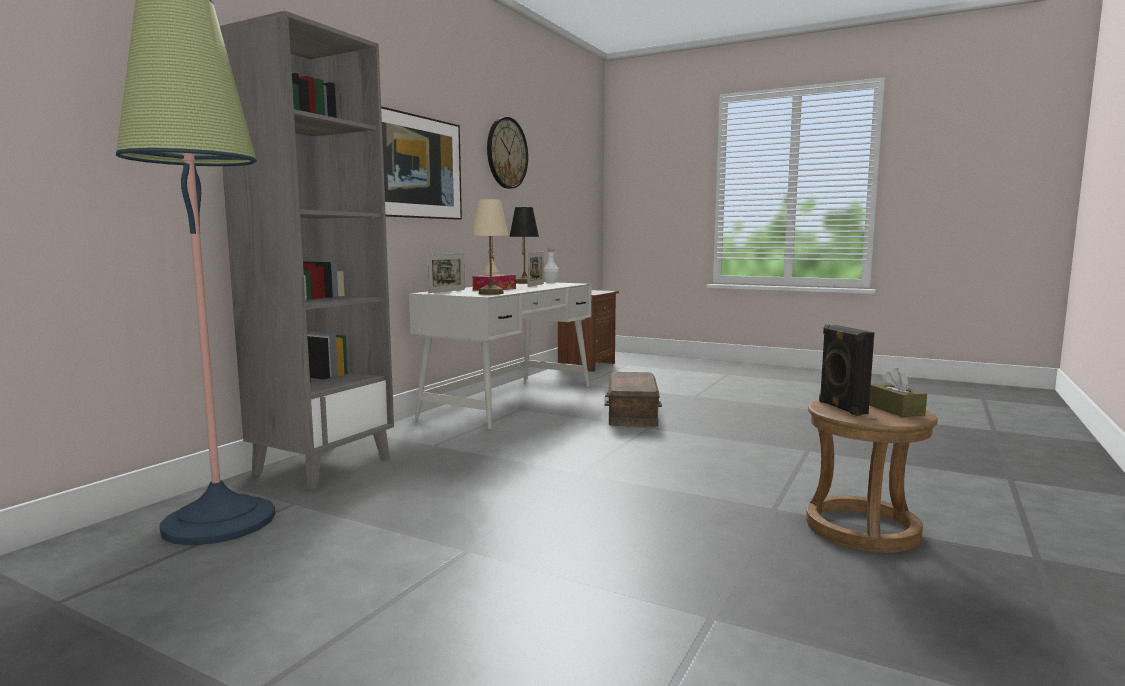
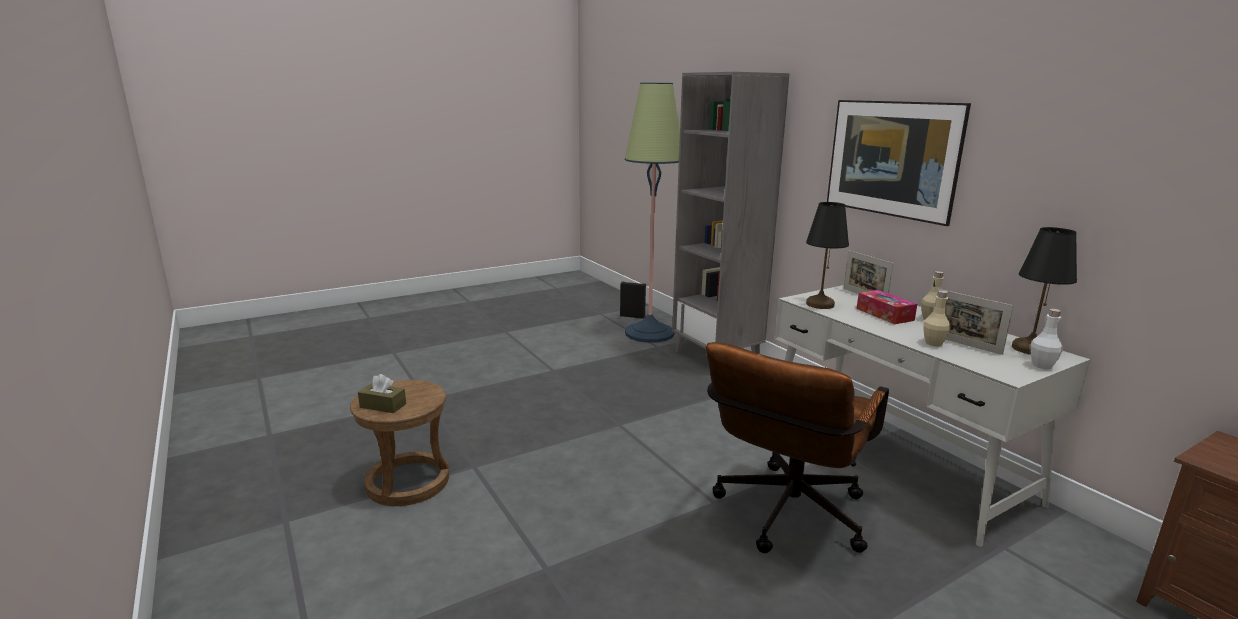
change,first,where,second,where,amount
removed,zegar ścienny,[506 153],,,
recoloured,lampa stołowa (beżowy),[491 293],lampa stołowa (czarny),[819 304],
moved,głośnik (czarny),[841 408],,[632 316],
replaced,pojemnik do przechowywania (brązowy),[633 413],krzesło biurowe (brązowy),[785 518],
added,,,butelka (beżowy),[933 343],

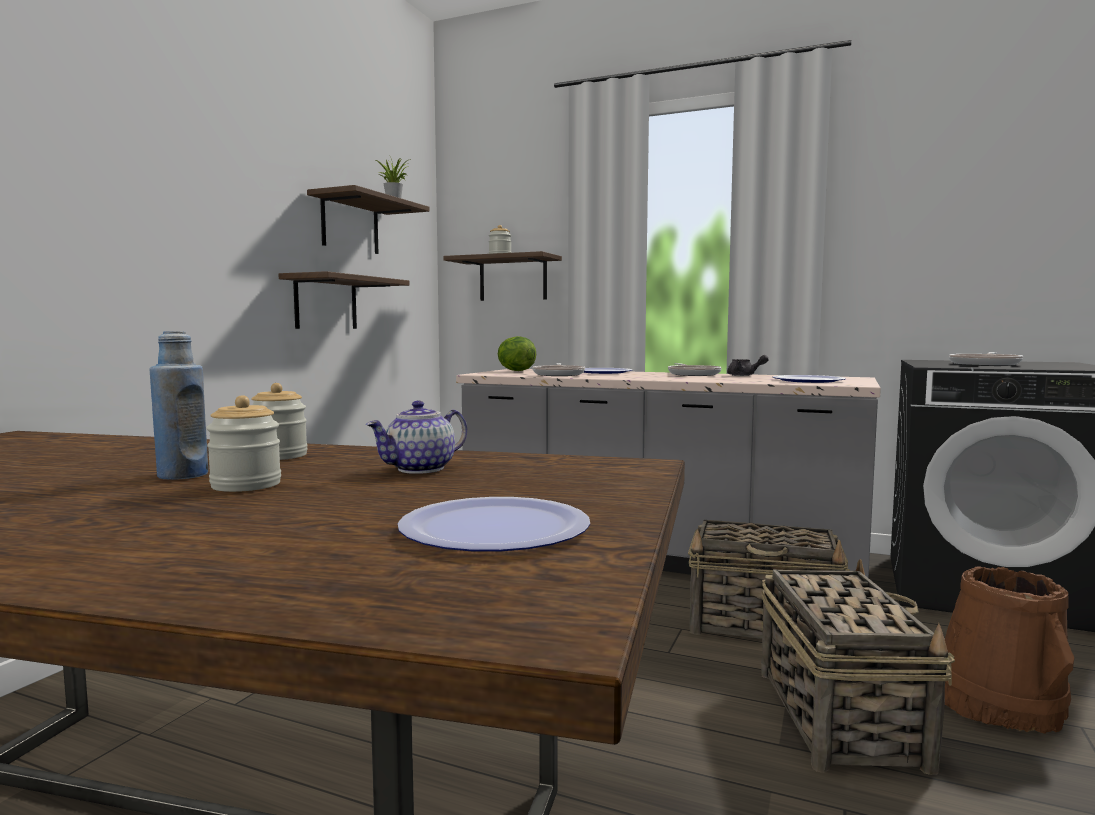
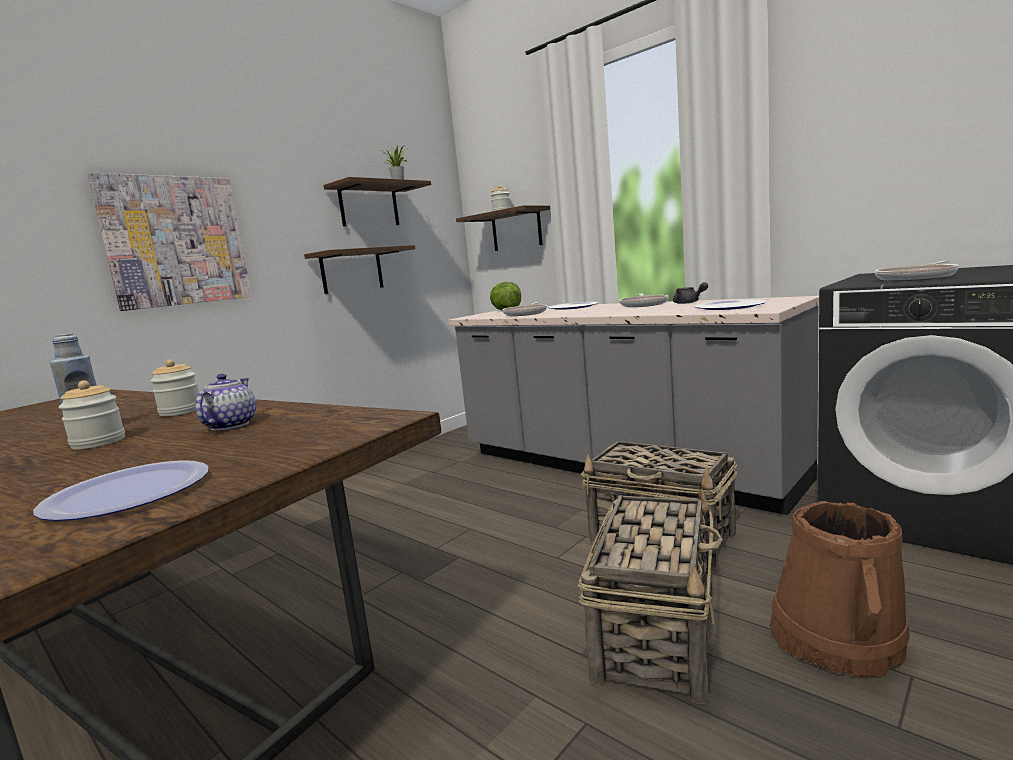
change,first,where,second,where,amount
turned,imbryk,[420 469],,[229 425],120 degrees clockwise
added,,,obraz,[176 241],

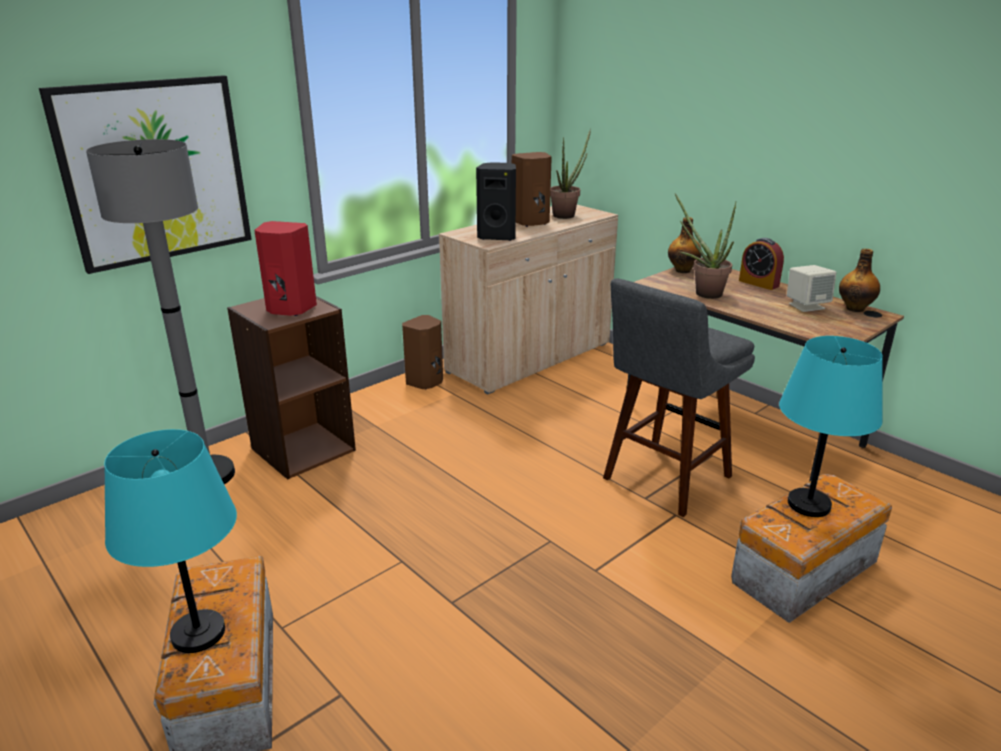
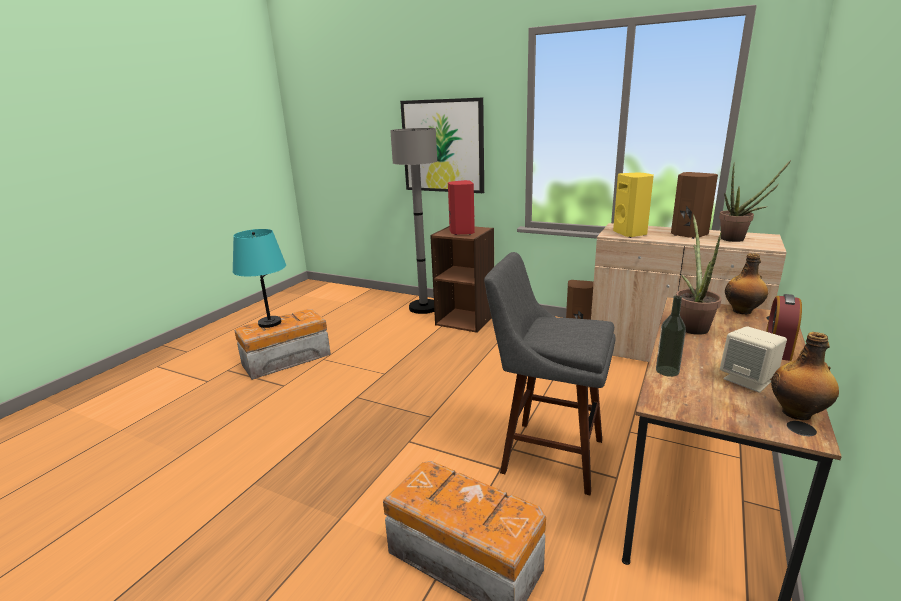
change,first,where,second,where,amount
recoloured,głośnik (czarny),[498 237],głośnik (żółty),[631 233],
removed,lampa stołowa (turkusowy),[809 505],,,
added,,,butelka,[667 371],

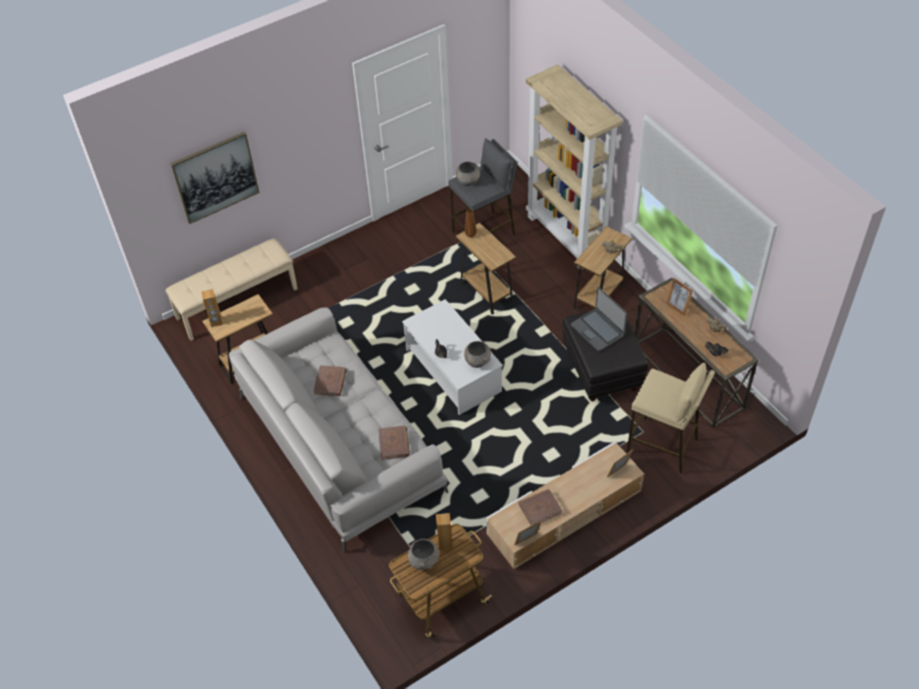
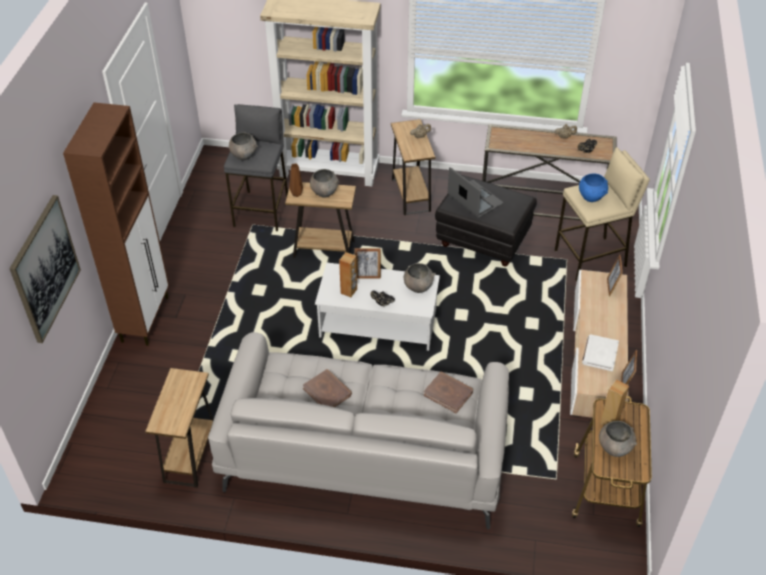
change,first,where,second,where,amount
removed,ławka (beżowy),[237 303],,,
moved,ramka na zdjęcie,[677 307],,[367 275],
turned,laptop,[597 330],,[474 200],135 degrees counterclockwise
moved,głośnik (brązowy),[216 322],,[349 291],
recoloured,książka (brązowy),[540 508],książka (biały),[599 354],
added,,,szafka (brązowy),[146 318],
added,,,miska (szary),[324 192],
added,,,miska (niebieski),[591 197],

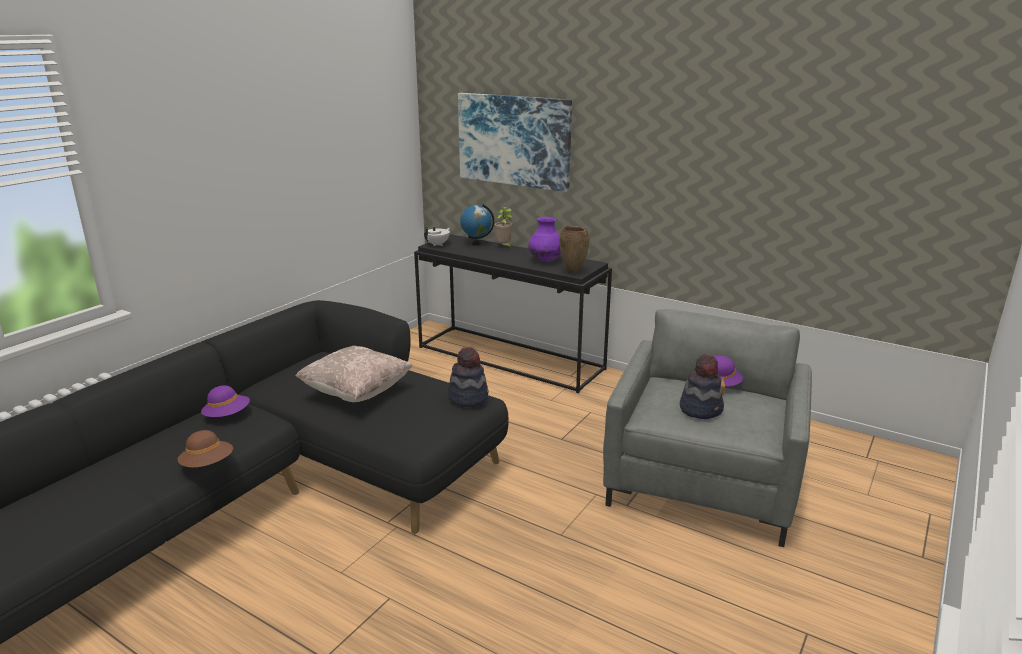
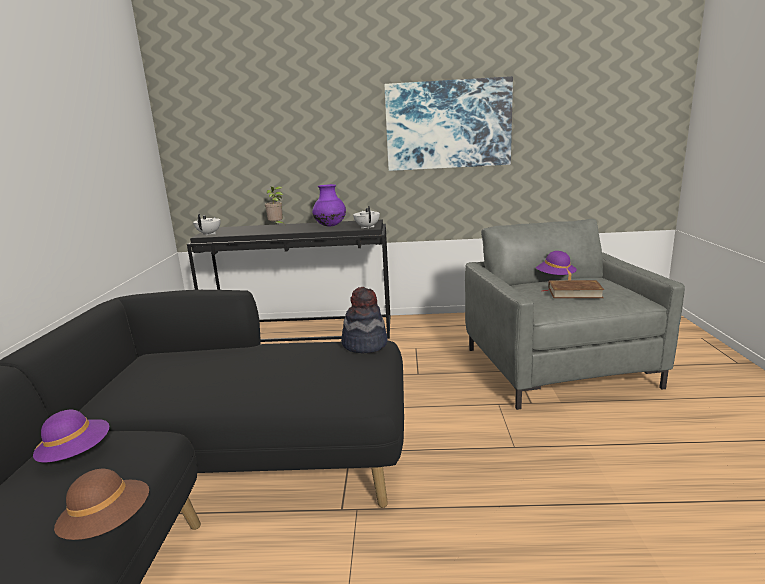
change,first,where,second,where,amount
moved,obraz,[514 140],,[448 125],
removed,globus,[476 243],,,
replaced,wazon (brązowy),[573 272],imbryk (biały),[367 227],
removed,poduszka (beżowy),[356 393],,,
replaced,kapelusz,[701 409],książka (brązowy),[574 293],

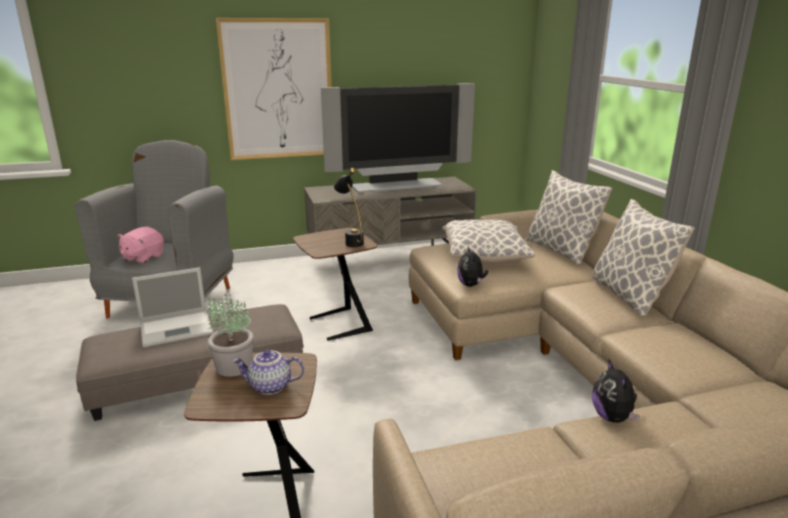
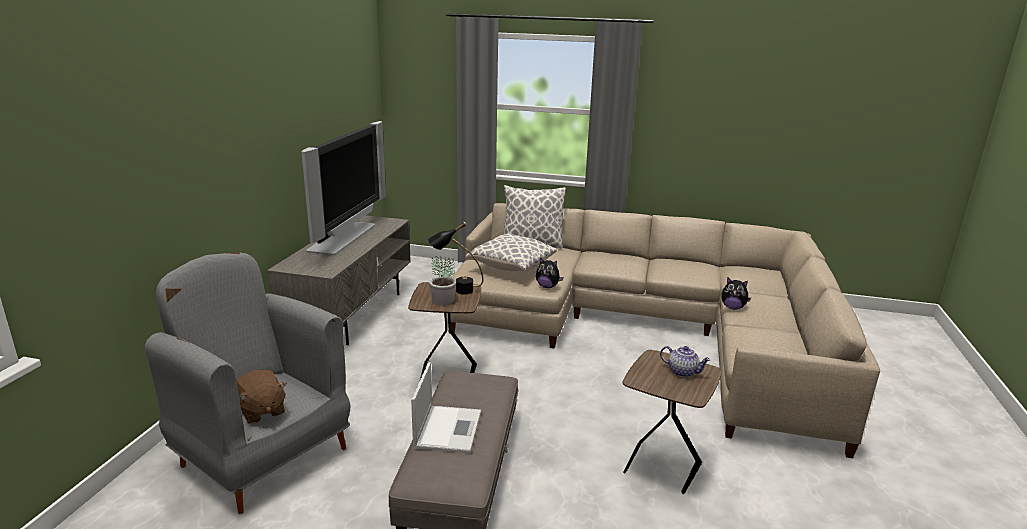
change,first,where,second,where,amount
removed,obraz,[278 90],,,
removed,poduszka,[629 295],,,
recoloured,pluszak (różowy),[142 258],pluszak (brązowy),[261 411],
moved,roślina doniczkowa,[233 367],,[443 300],
turned,imbryk,[269 387],,[683 372],90 degrees counterclockwise

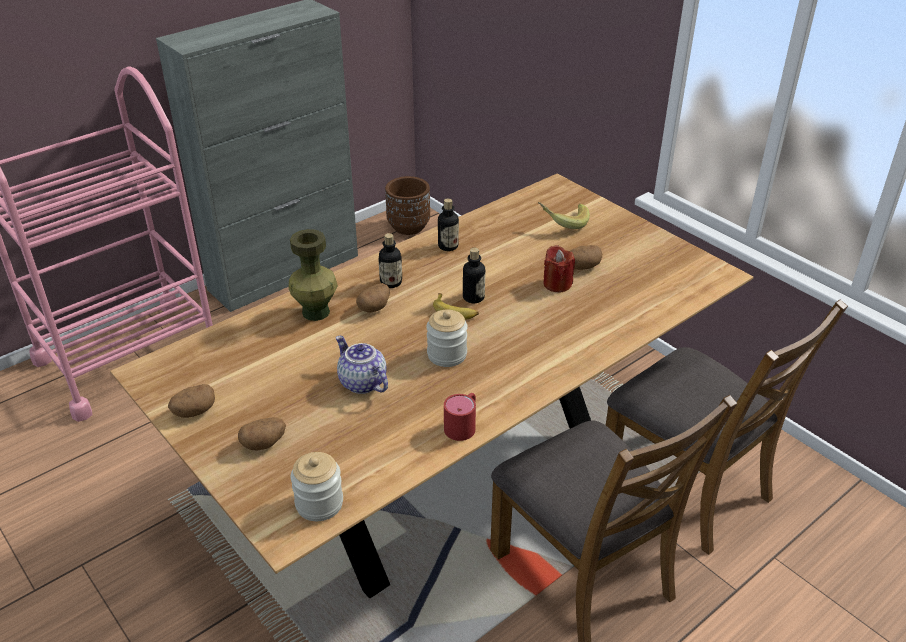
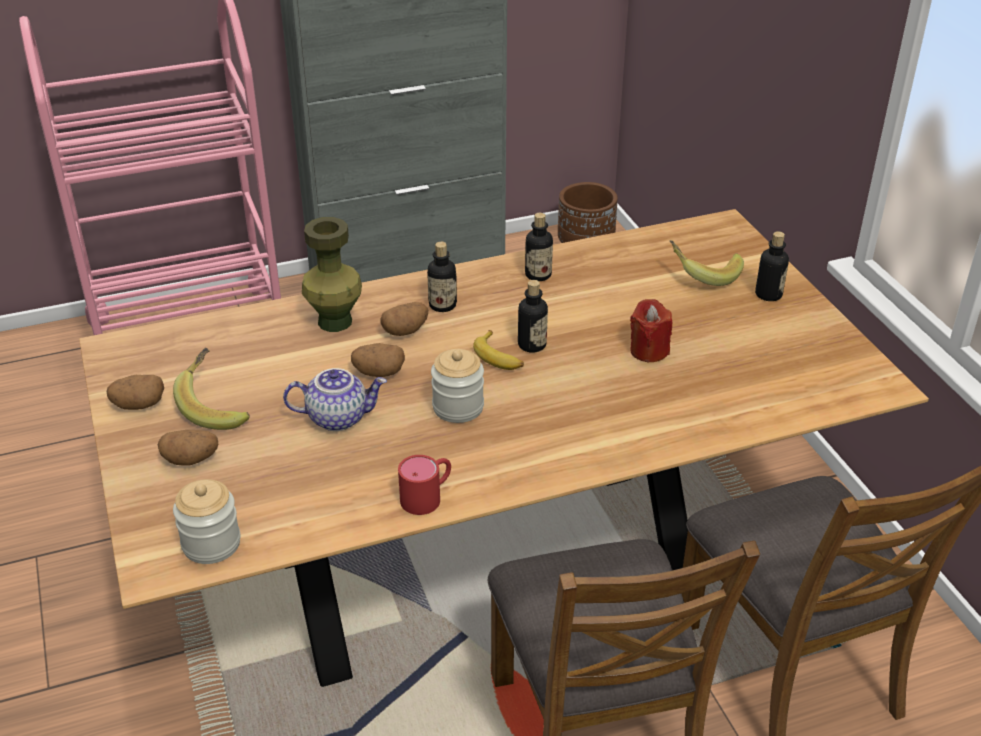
change,first,where,second,where,amount
moved,ziemniak,[582 267],,[378 372],
turned,imbryk,[361 383],,[338 417],105 degrees clockwise
added,,,butelka,[768 294],
added,,,banan,[217 406],

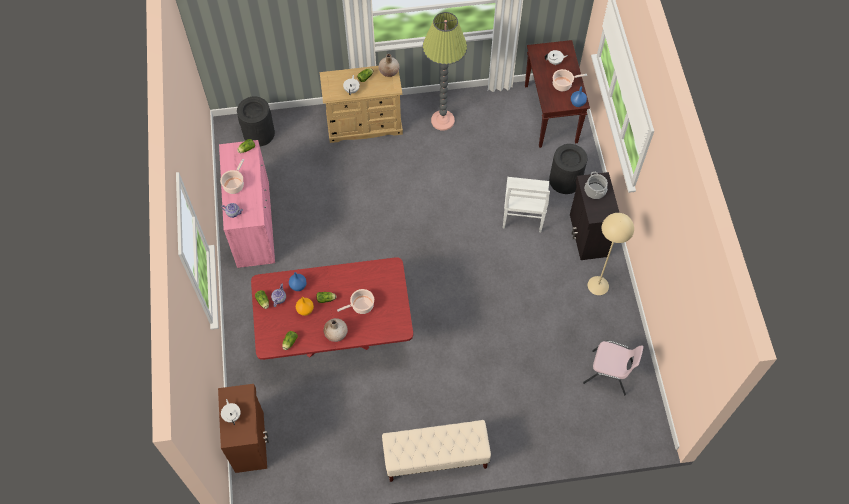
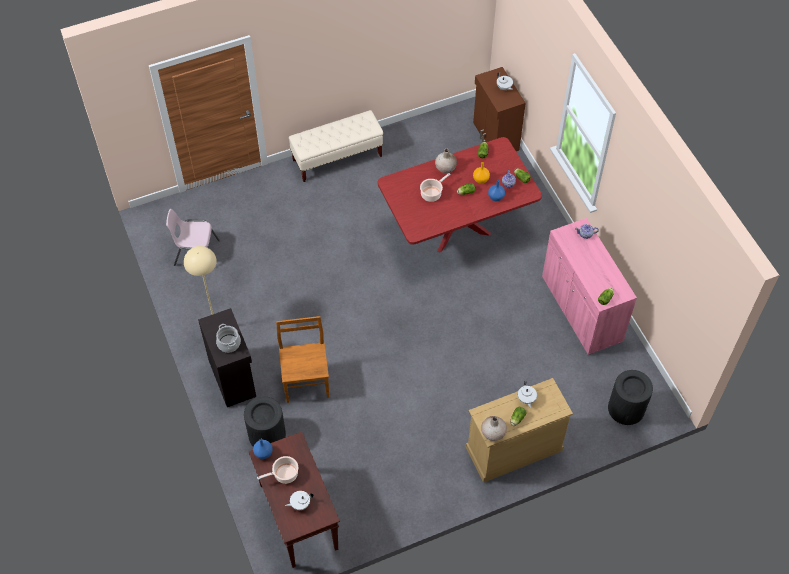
change,first,where,second,where,amount
removed,lampa stojąca,[442 120],,,
removed,garnek,[234 184],,,
recoloured,krzesło (biały),[523 217],krzesło (brązowy),[306 382],

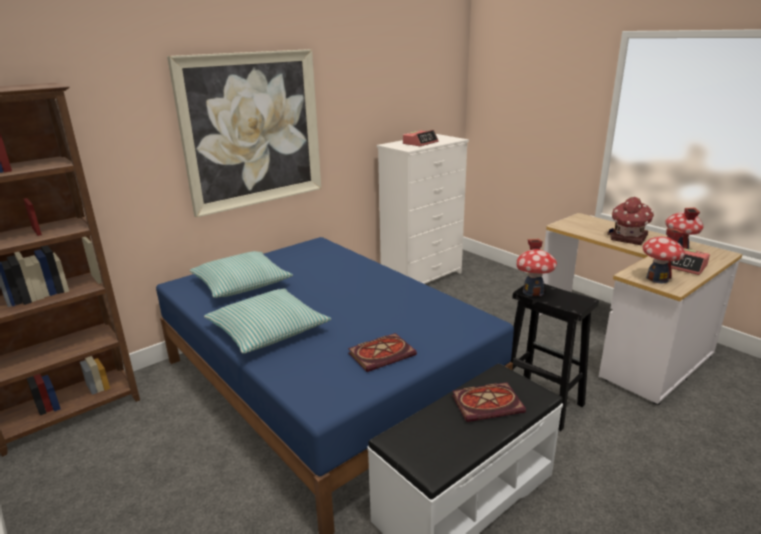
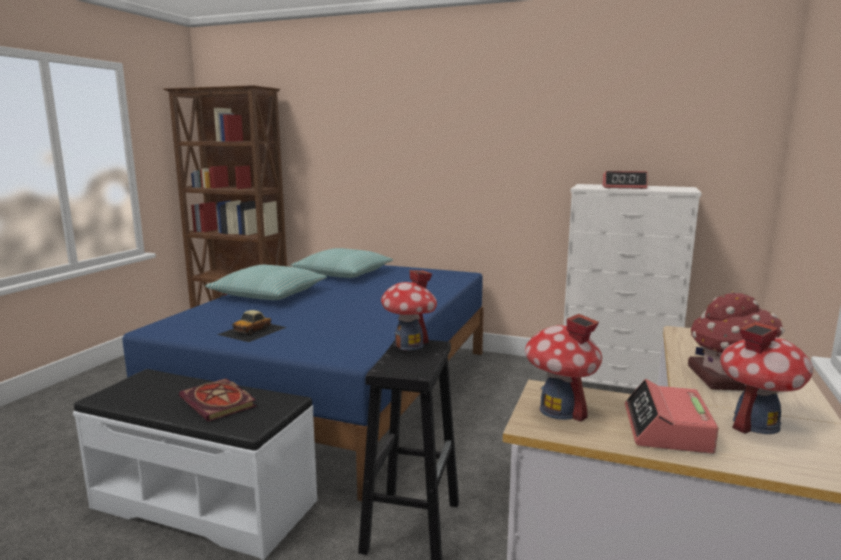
change,first,where,second,where,amount
removed,obraz,[252 130],,,
replaced,książka,[382 353],samochodzik,[253 330],

